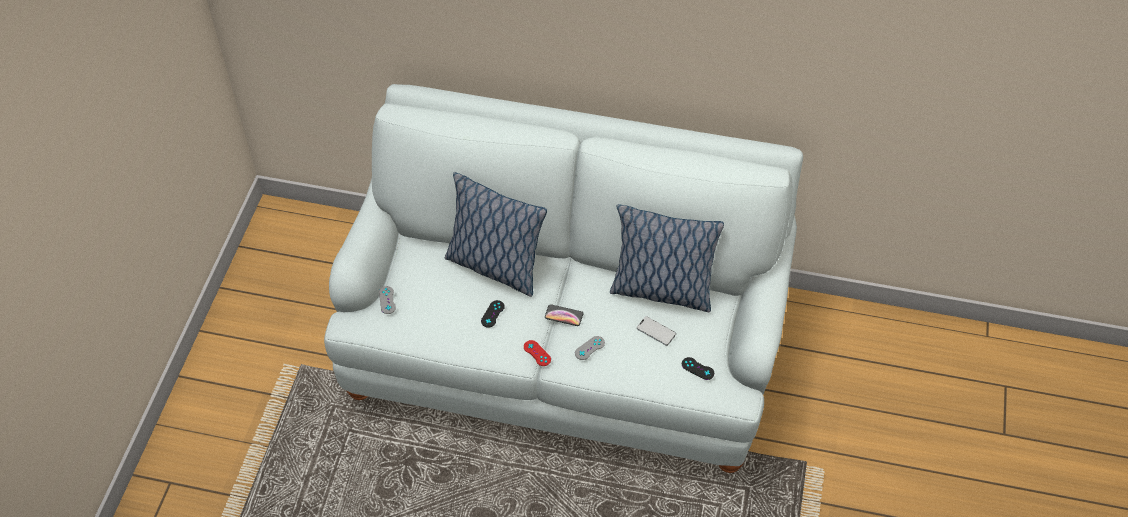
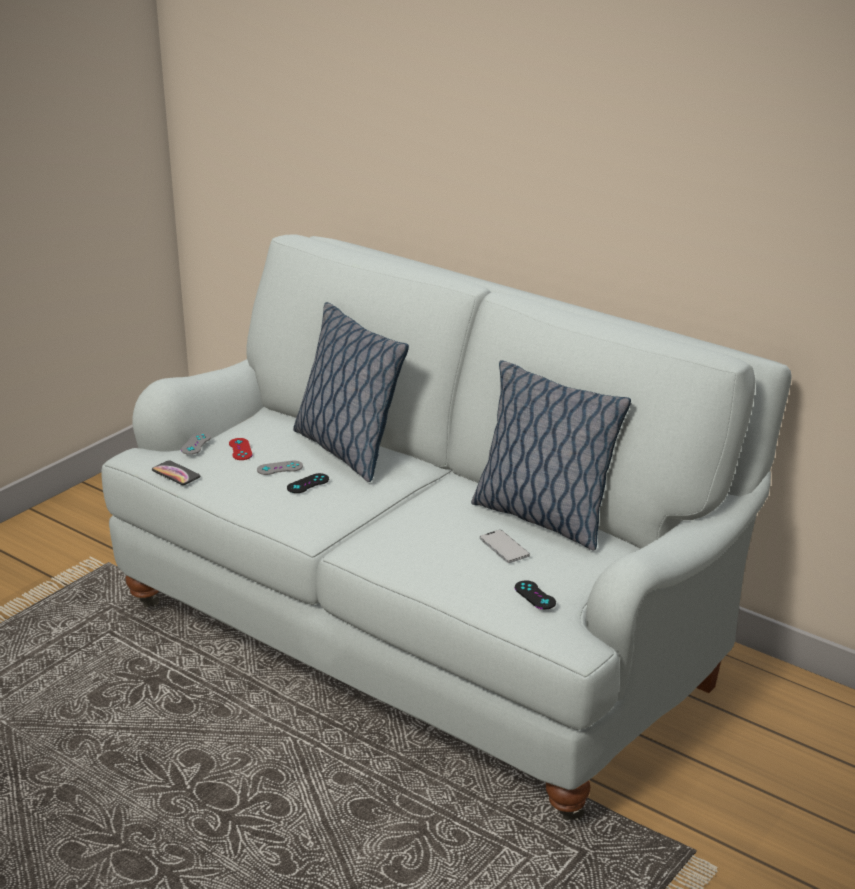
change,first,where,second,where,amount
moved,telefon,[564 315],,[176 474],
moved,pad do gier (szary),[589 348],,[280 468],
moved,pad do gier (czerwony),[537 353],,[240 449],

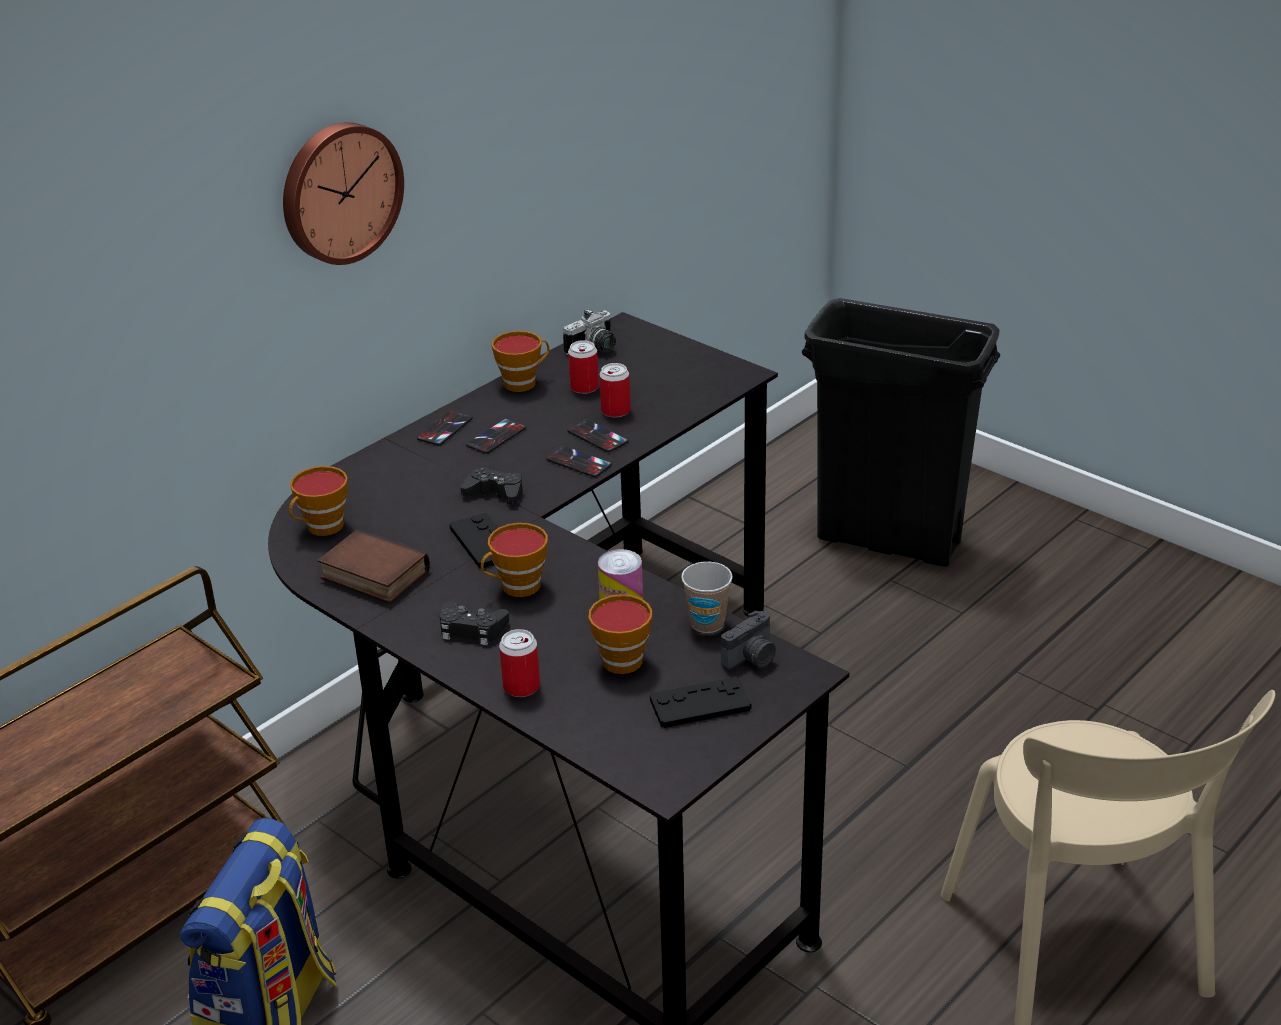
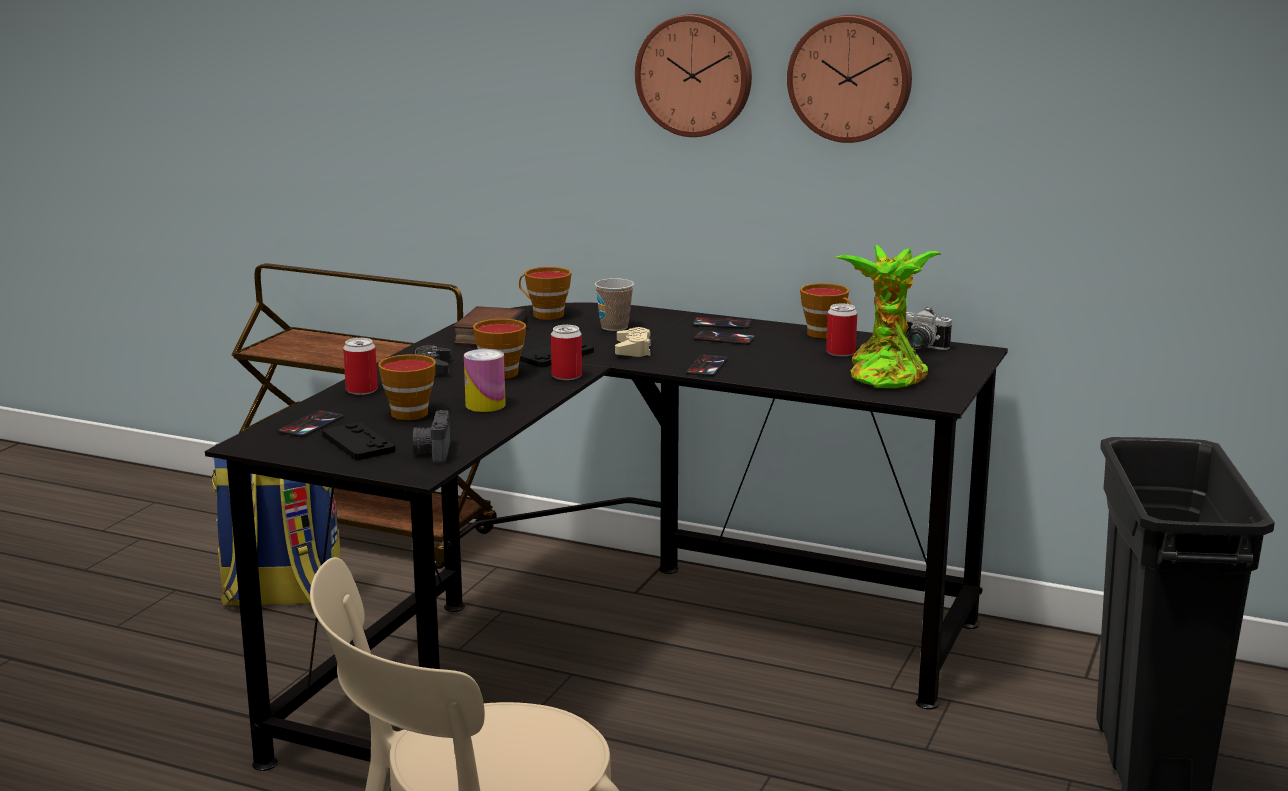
change,first,where,second,where,amount
moved,puszka,[615 411],,[566 376],
moved,telefon,[597 436],,[311 425],
recoloured,pad do gier (czarny),[495 493],pad do gier (beżowy),[633 350],
moved,filiżanka,[707 623],,[614 327],
turned,aparat fotograficzny,[752 658],,[432 453],60 degrees clockwise
added,,,zegar ścienny,[850 78],
added,,,roślina doniczkowa,[885 375],

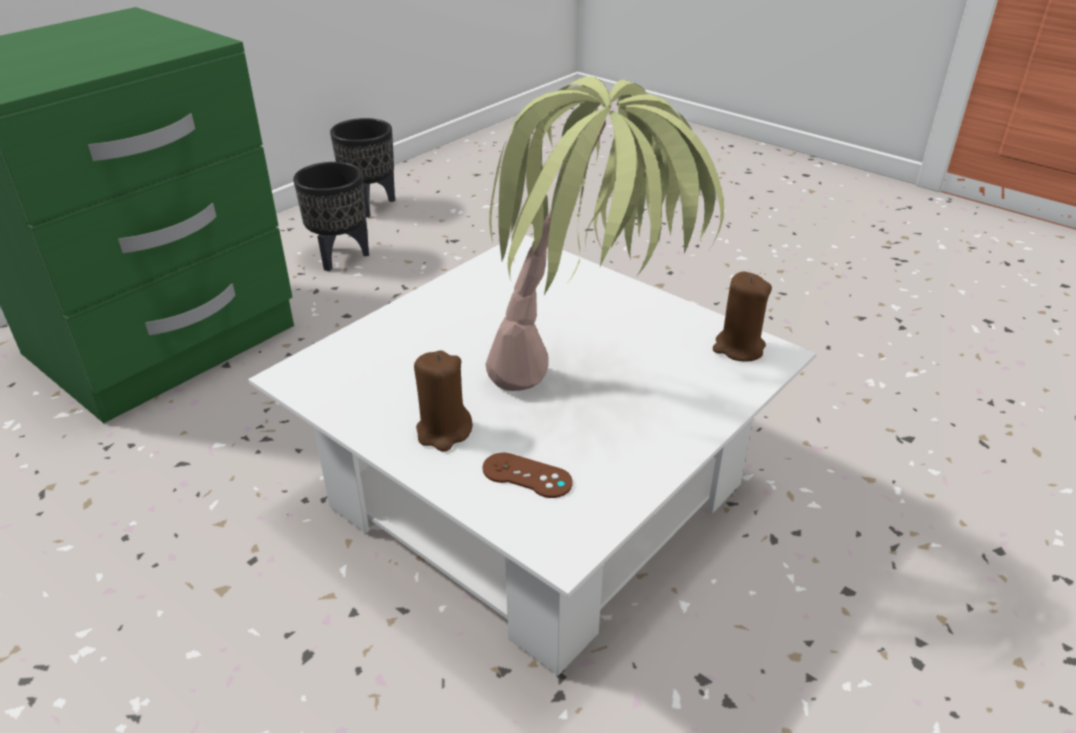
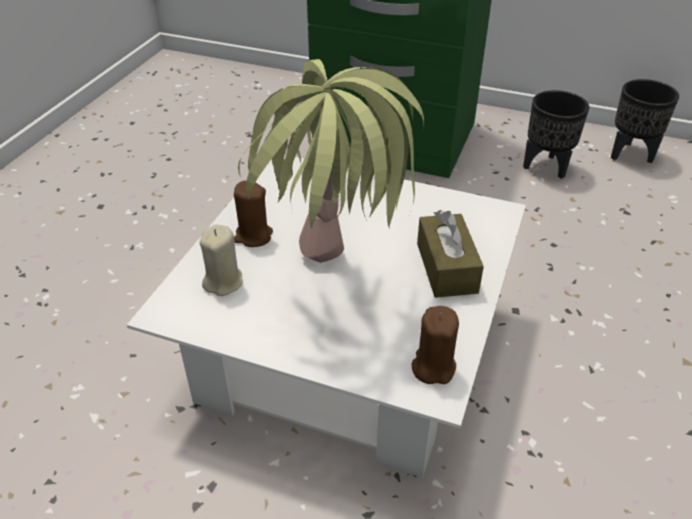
change,first,where,second,where,amount
replaced,pad do gier (brązowy),[527 476],świeca (beżowy),[223 282],
added,,,pudełko chusteczek (brązowy),[446 268],

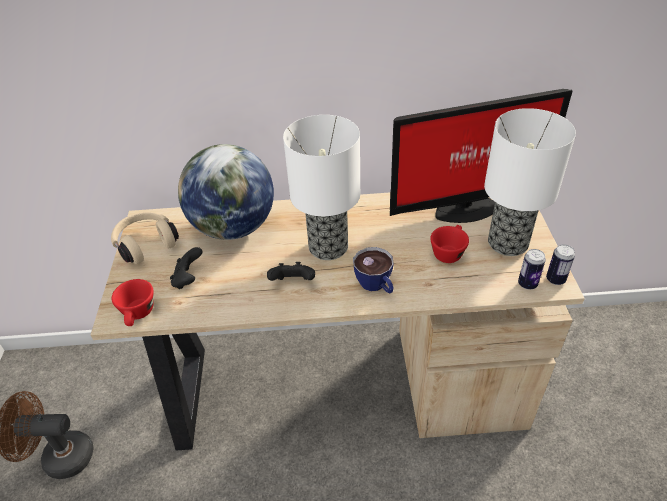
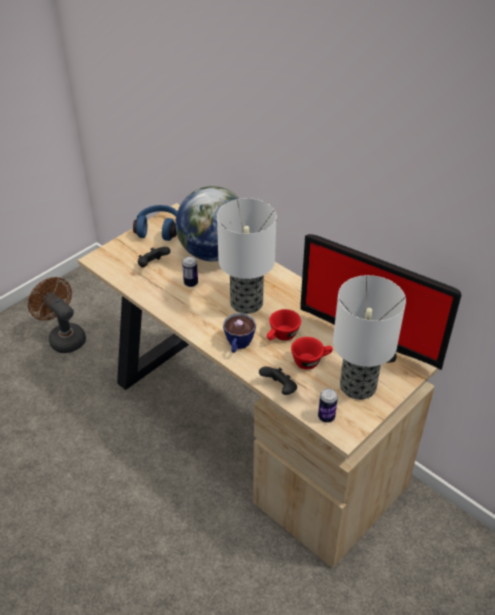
change,first,where,second,where,amount
recoloured,słuchawki (beżowy),[146 244],słuchawki (niebieski),[159 229],
moved,puszka,[555 279],,[191 283],
moved,pad do gier (czarny),[293 283],,[279 389],
moved,filiżanka (czerwony),[138 315],,[281 336],

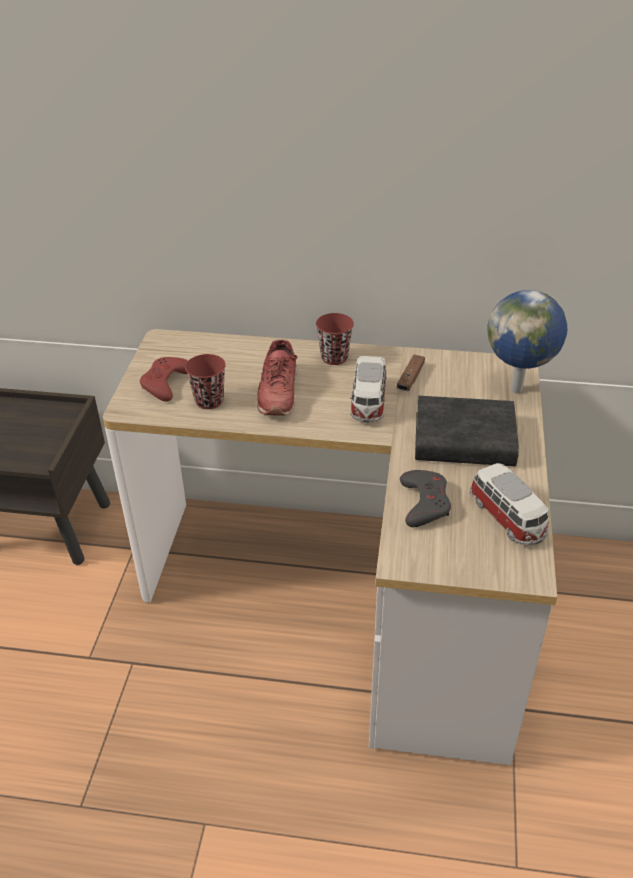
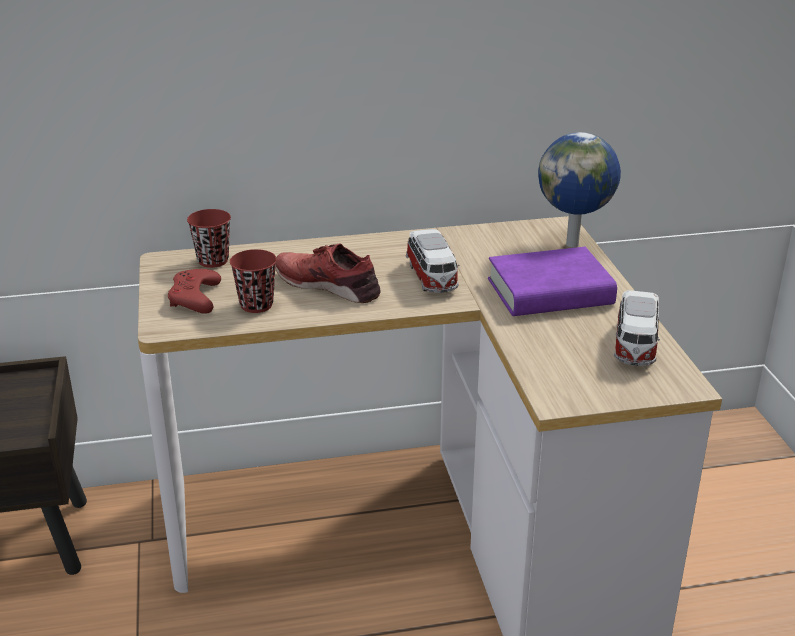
change,first,where,second,where,amount
moved,filiżanka (czerwony),[334 357],,[213 261],
turned,but (czerwony),[278 392],,[328 285],135 degrees clockwise
removed,pad do gier (brązowy),[410 378],,,
recoloured,książka (czarny),[464 440],książka (fioletowy),[550 292],
turned,samochodzik,[508 518],,[635 346],60 degrees clockwise
removed,pad do gier (szary),[424 503],,,

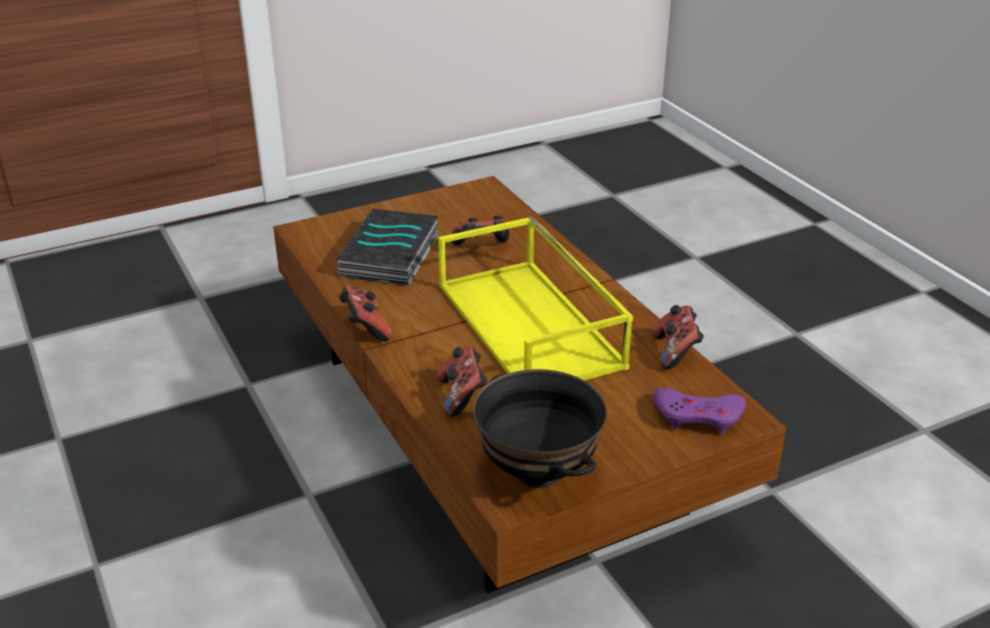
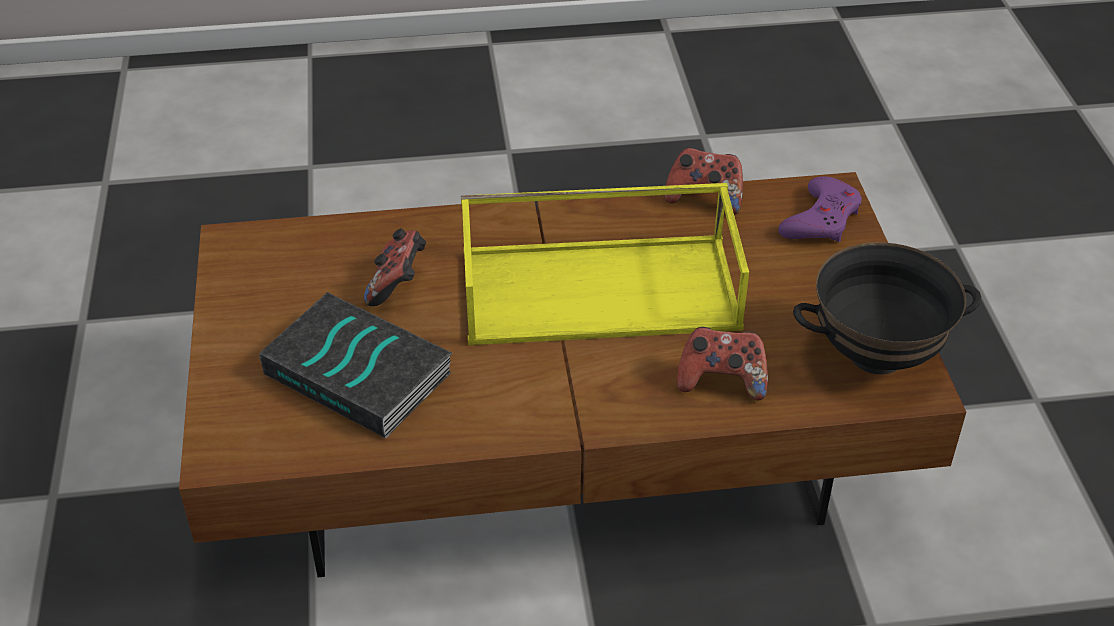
change,first,where,second,where,amount
removed,pad do gier,[365 328],,,

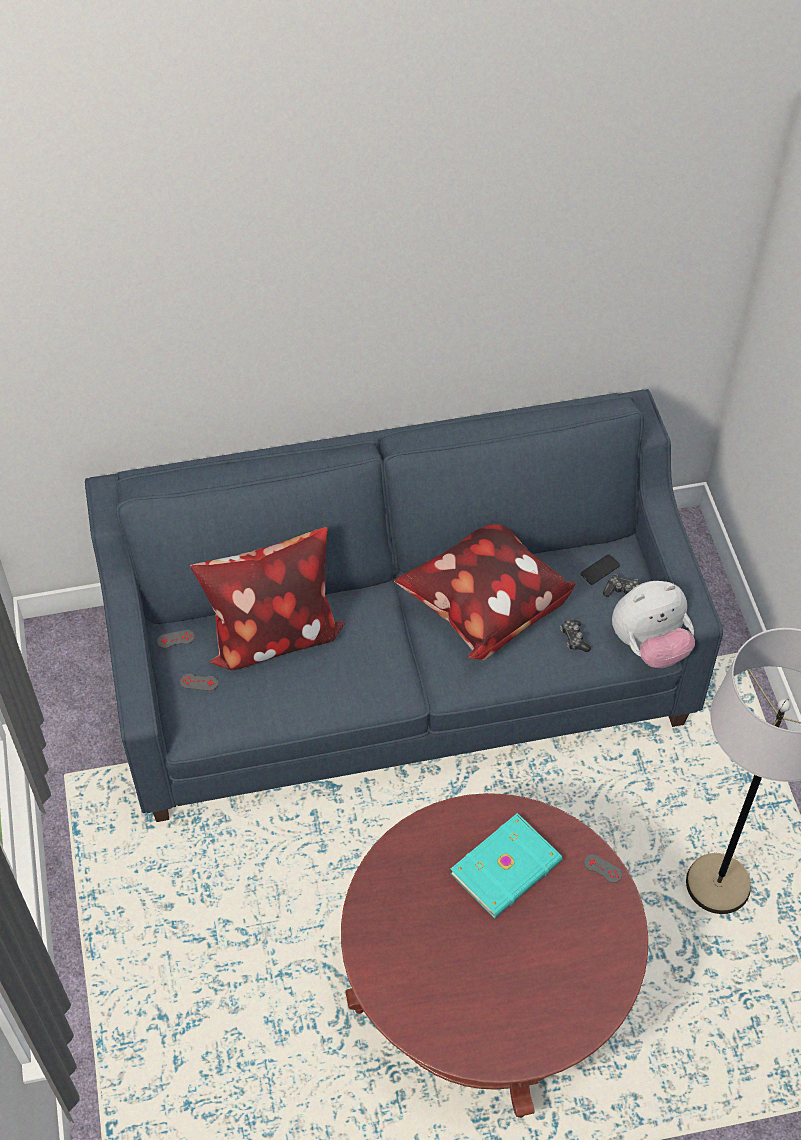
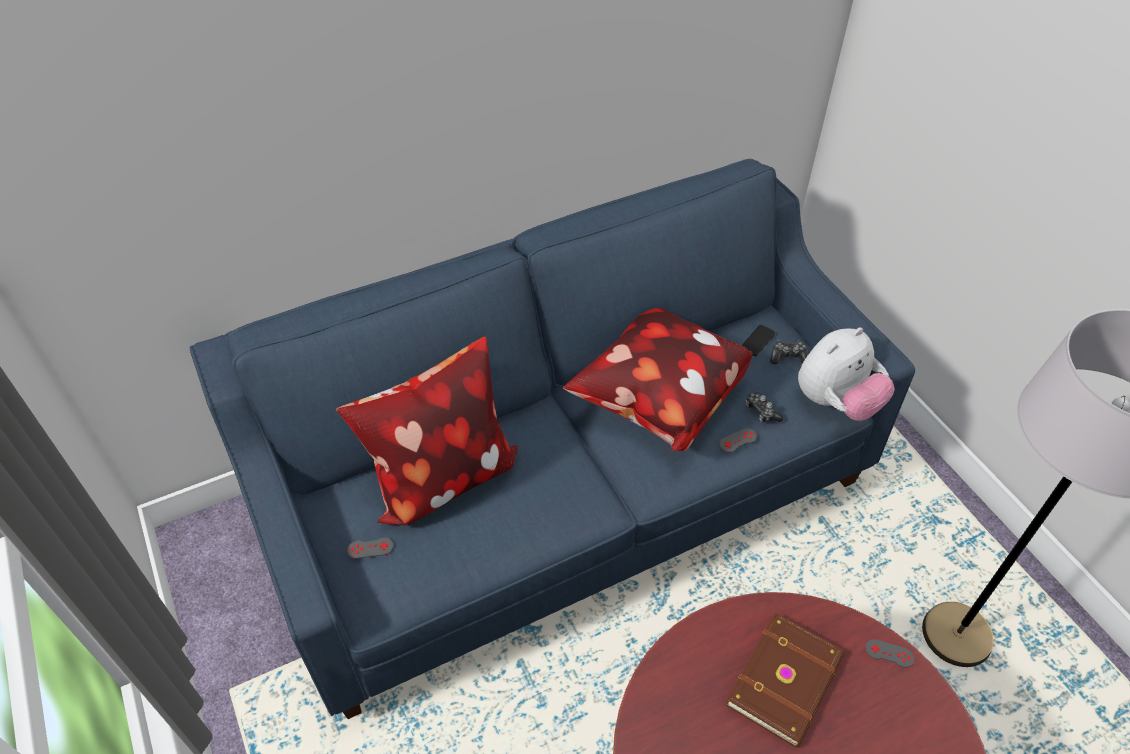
change,first,where,second,where,amount
moved,pad do gier (szary),[176 639],,[738 440],
recoloured,książka (turkusowy),[508 869],książka (brązowy),[787 681],

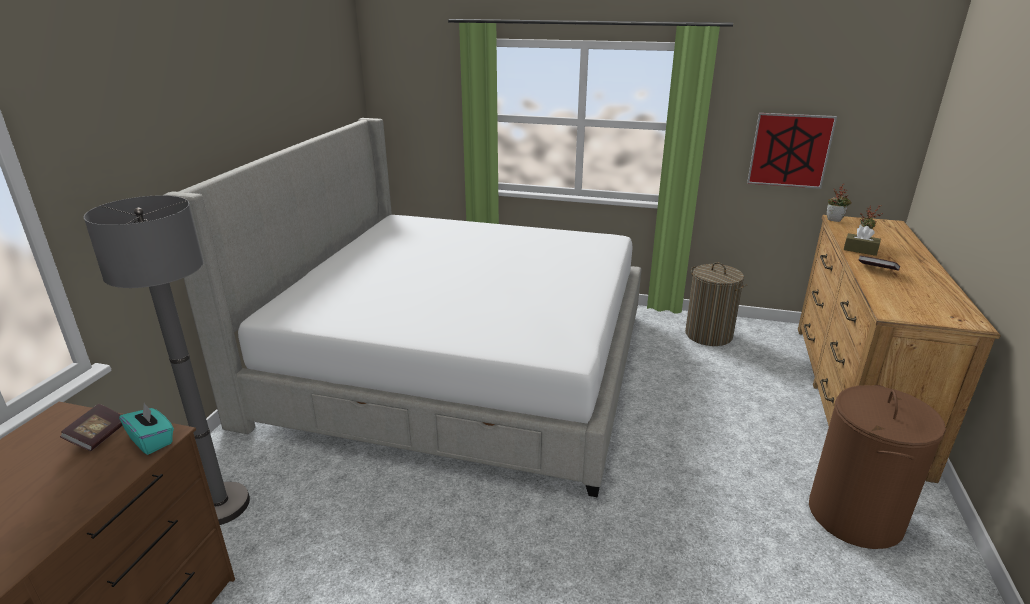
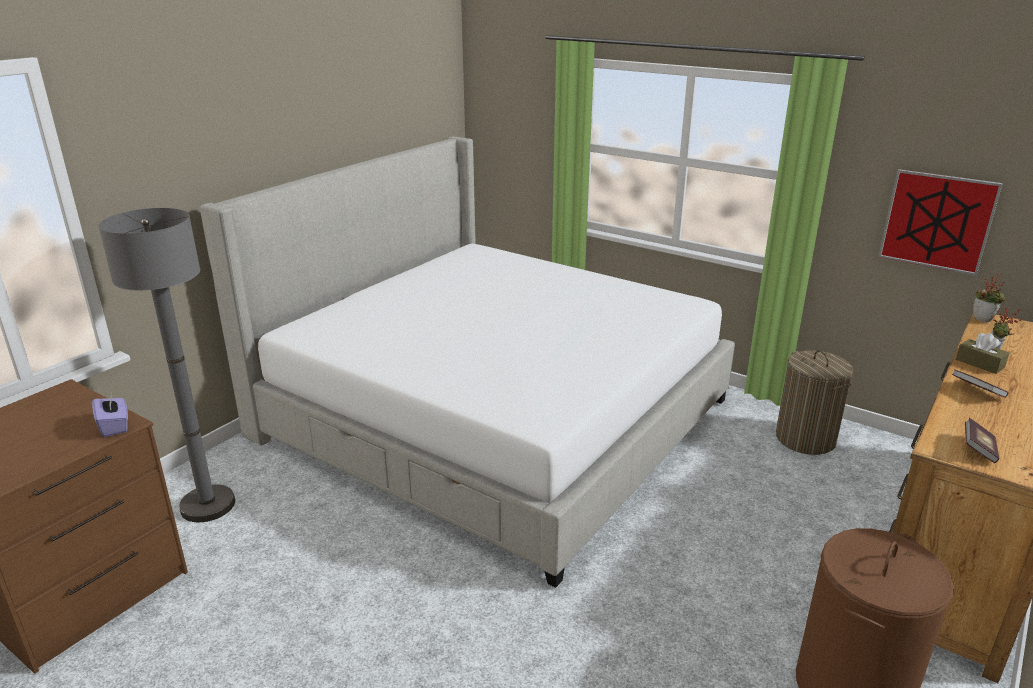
change,first,where,second,where,amount
recoloured,pudełko chusteczek (turkusowy),[152 440],pudełko chusteczek (fioletowy),[114 426],
moved,książka,[98 436],,[978 449],

